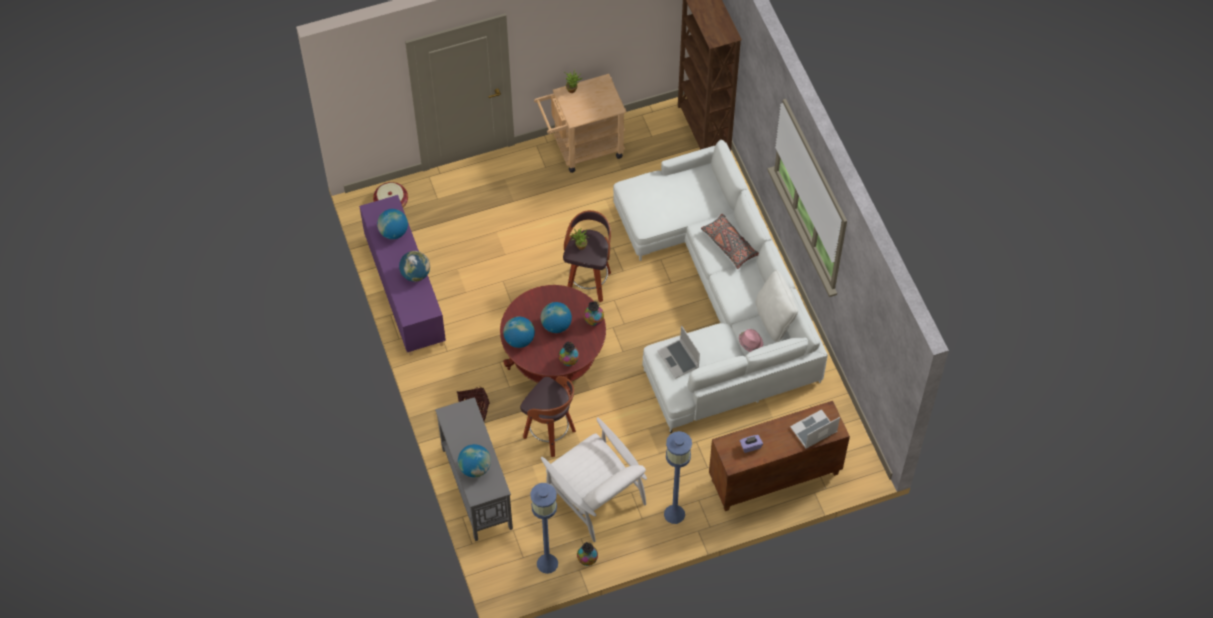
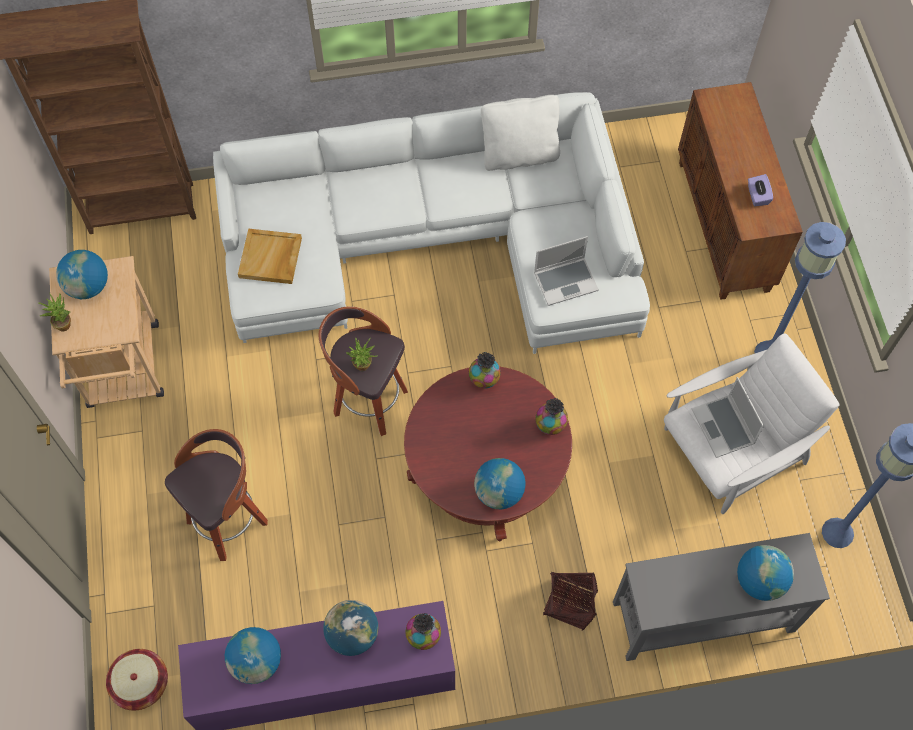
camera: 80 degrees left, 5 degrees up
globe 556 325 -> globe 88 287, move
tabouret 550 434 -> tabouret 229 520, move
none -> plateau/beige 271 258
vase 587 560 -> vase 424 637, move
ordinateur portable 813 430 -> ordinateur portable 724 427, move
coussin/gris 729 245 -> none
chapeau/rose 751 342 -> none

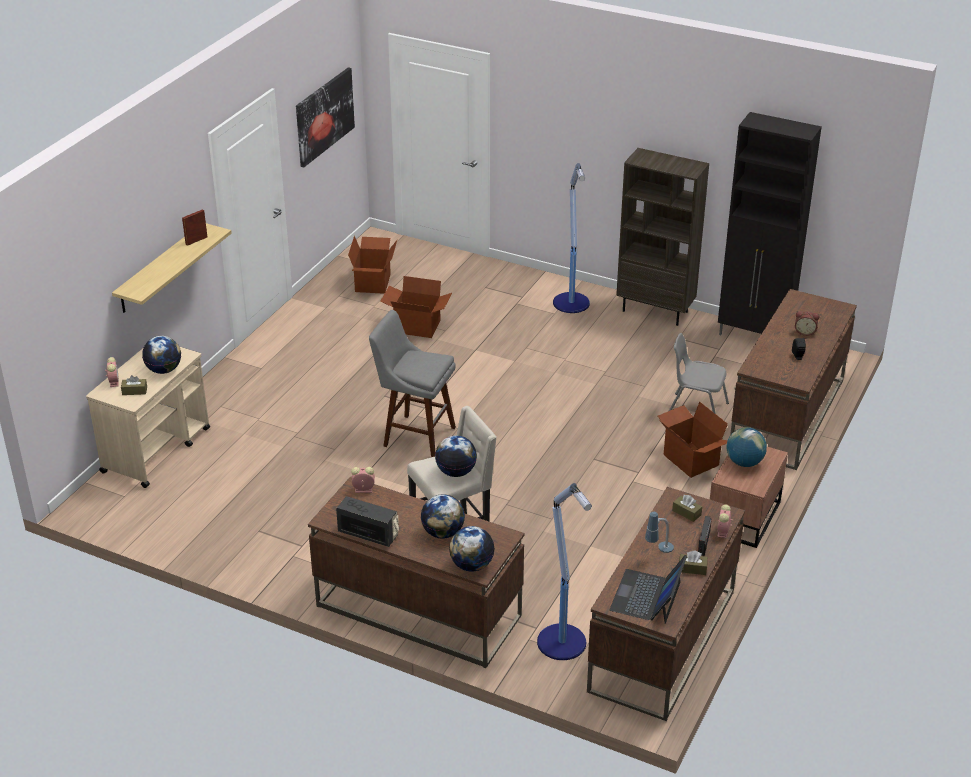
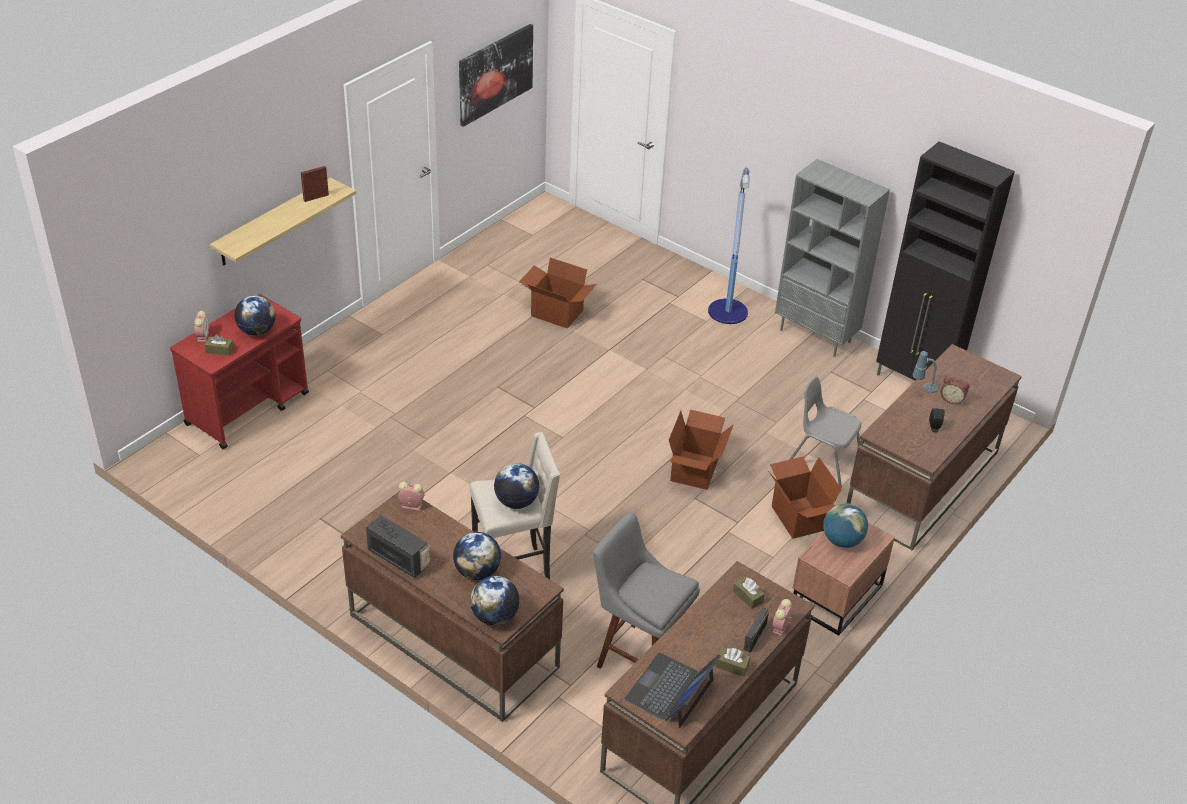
camera: 10 degrees right, 5 degrees up
chariot/beige 157 450 -> chariot/rouge 248 408
tabouret/gris 415 435 -> tabouret/gris 638 657, move
carton 373 283 -> carton 695 470, move
bibliothèque/marron 655 311 -> bibliothèque/gris 816 336
lampe de table 658 552 -> lampe de table 922 391, move
lampadaire 563 643 -> none

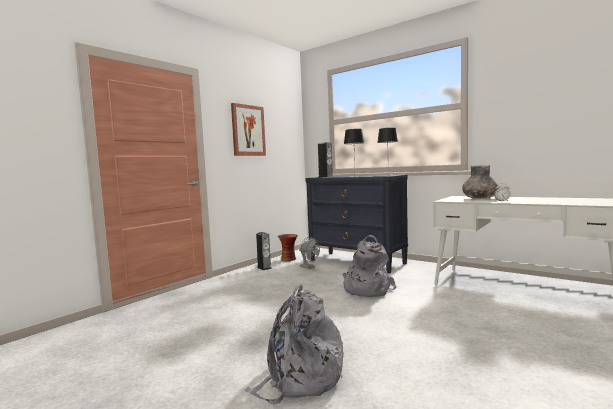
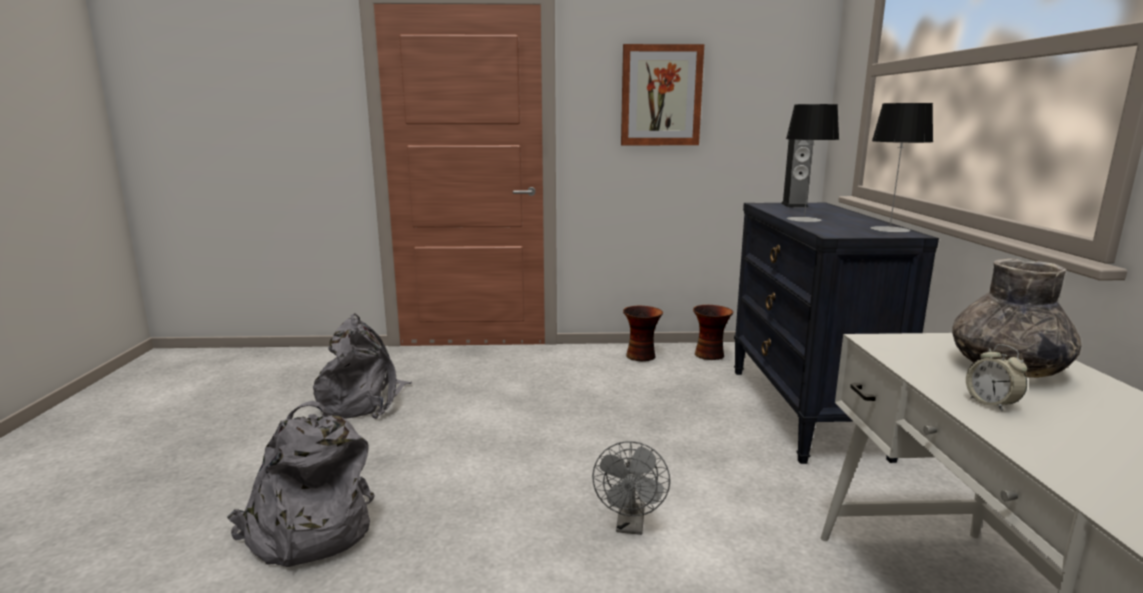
camera: 50 degrees right, 10 degrees up
sac à dos/gris 366 289 -> sac à dos/gris 363 401, move
ventilateur/gris 309 267 -> ventilateur/gris 630 526, move
enceinte 264 268 -> vase 642 356

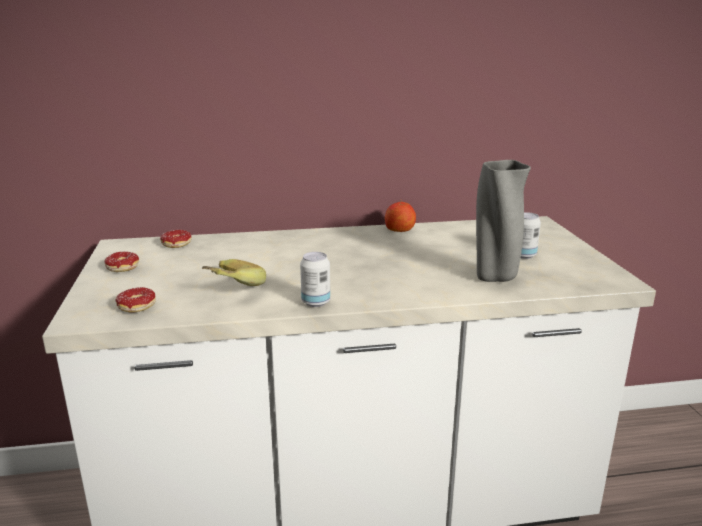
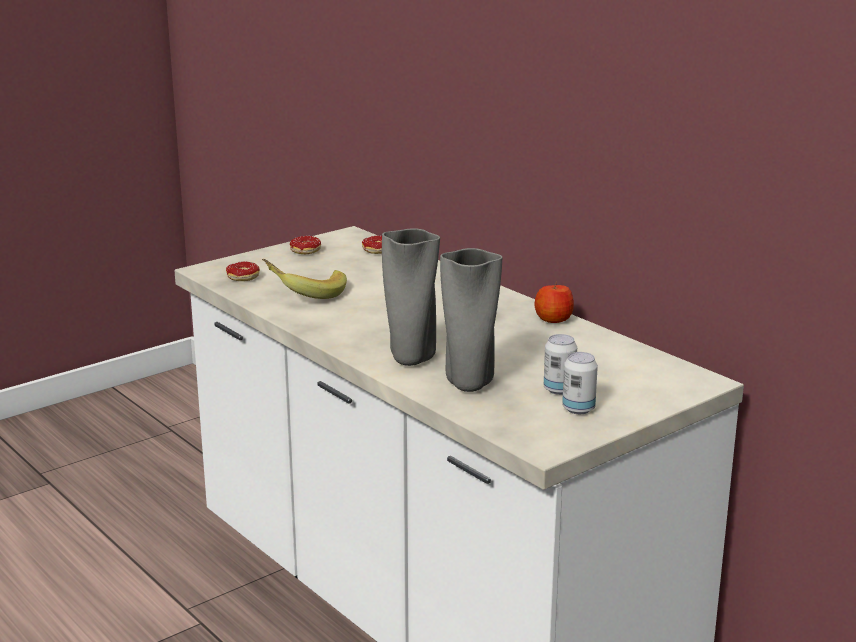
camera: 60 degrees right, 0 degrees up
none -> vase/gris 410 360
boîte métallique 316 302 -> boîte métallique 578 409, move

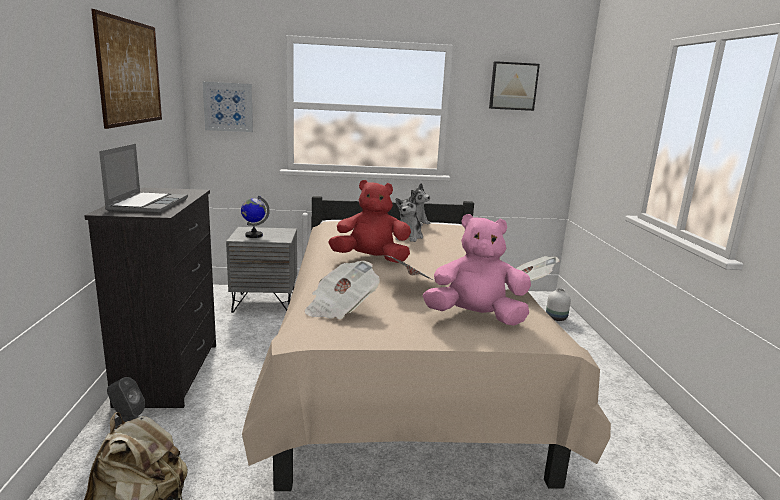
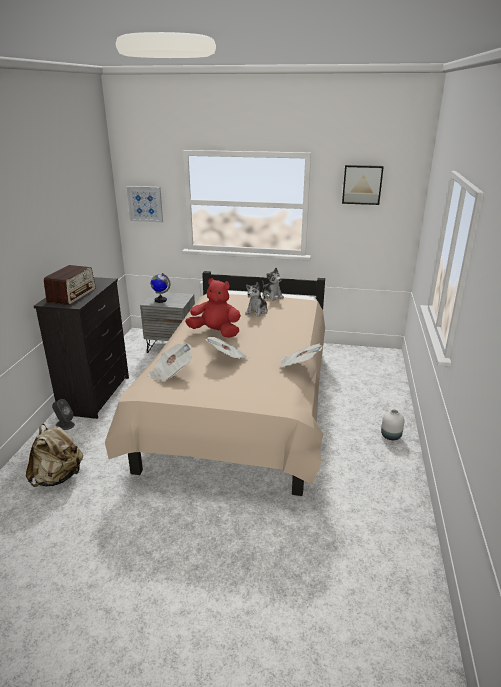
camera: 15 degrees right, 10 degrees up
ordinateur portable 148 204 -> radio 72 295
vase/blanc 556 318 -> vase/blanc 391 436, move
tableau 131 72 -> none
peluche/rose 475 317 -> none

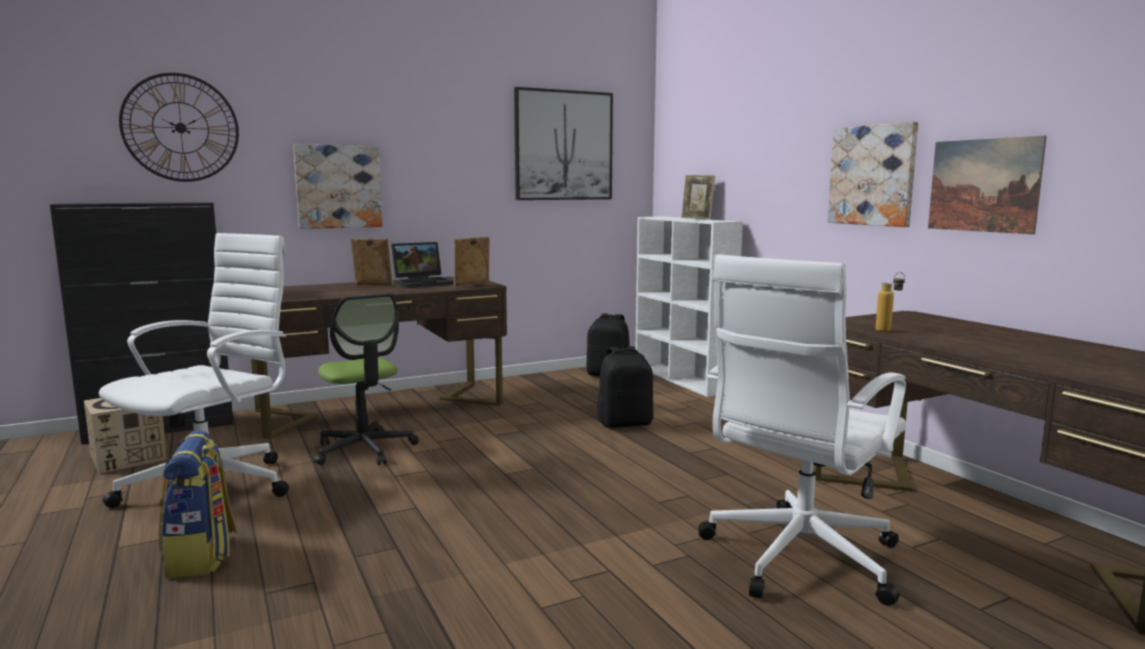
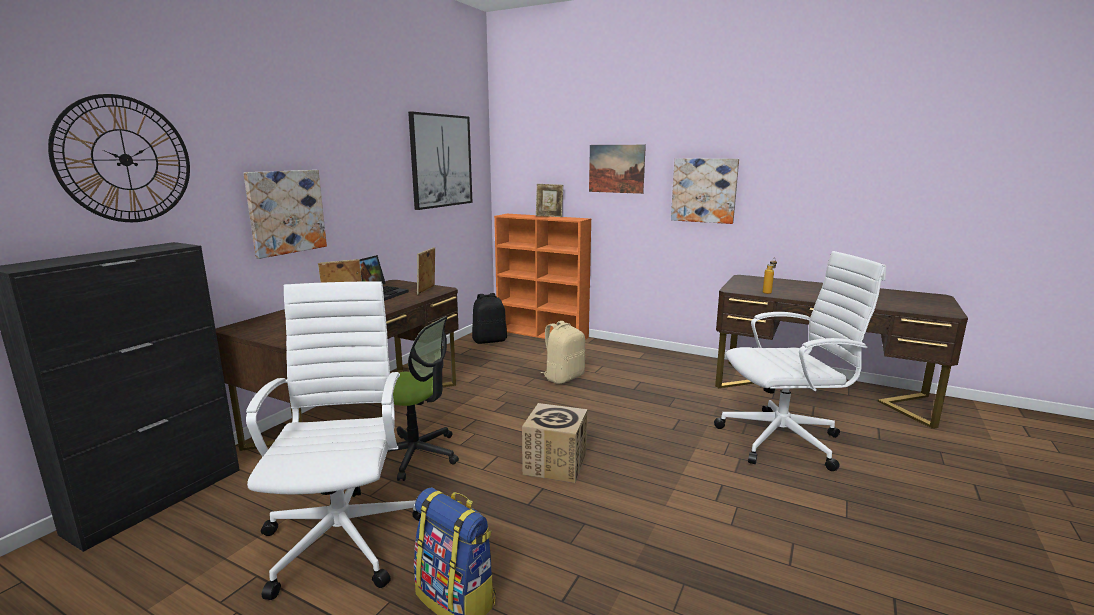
camera: 35 degrees left, 5 degrees up
bibliothèque/blanc 683 379 -> bibliothèque/orange 543 334
carton 129 457 -> carton 555 464, move
sac à dos/noir 625 423 -> sac à dos/beige 563 377
tableau 983 185 -> tableau 616 168, move
chaise de bureau/blanc 797 559 -> chaise de bureau/blanc 784 440, 105 degrees counterclockwise

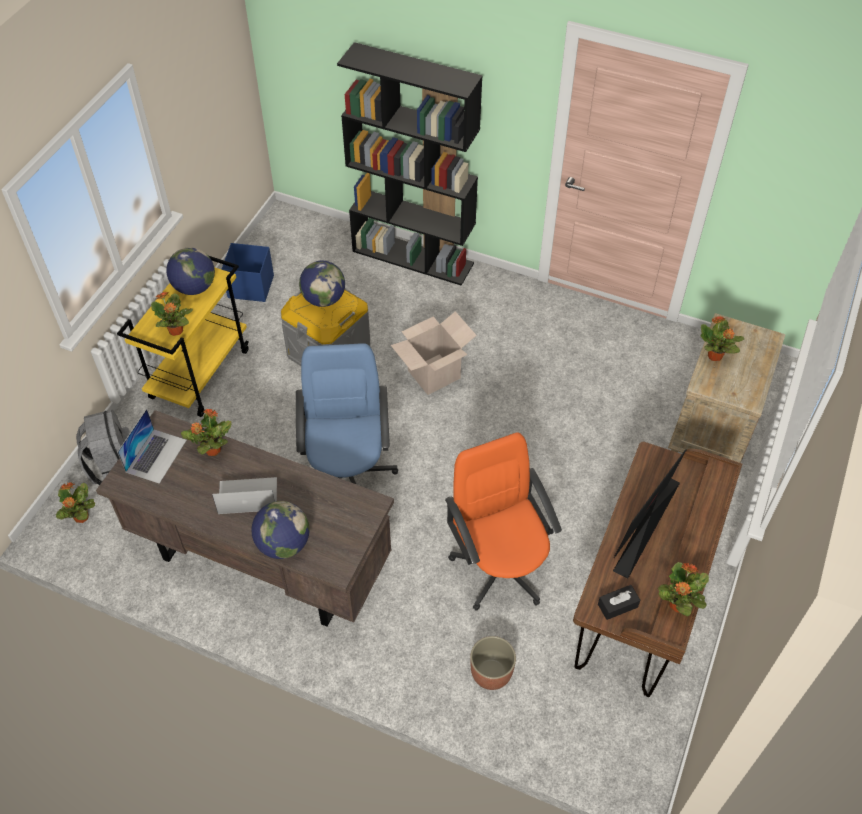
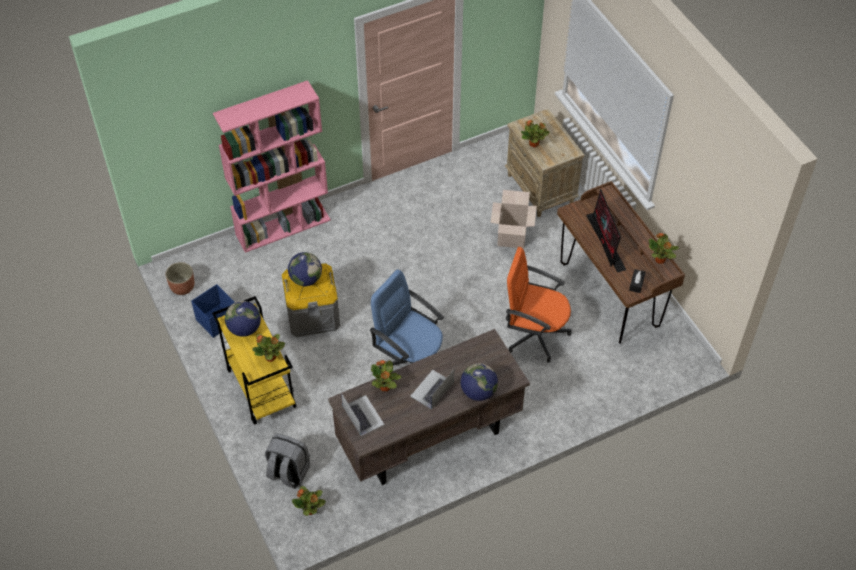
camera: 50 degrees left, 0 degrees up
cache-pot 491 673 -> cache-pot 182 287, move
bibliothèque/noir 413 257 -> bibliothèque/rose 283 227
carton 434 374 -> carton 511 236, move

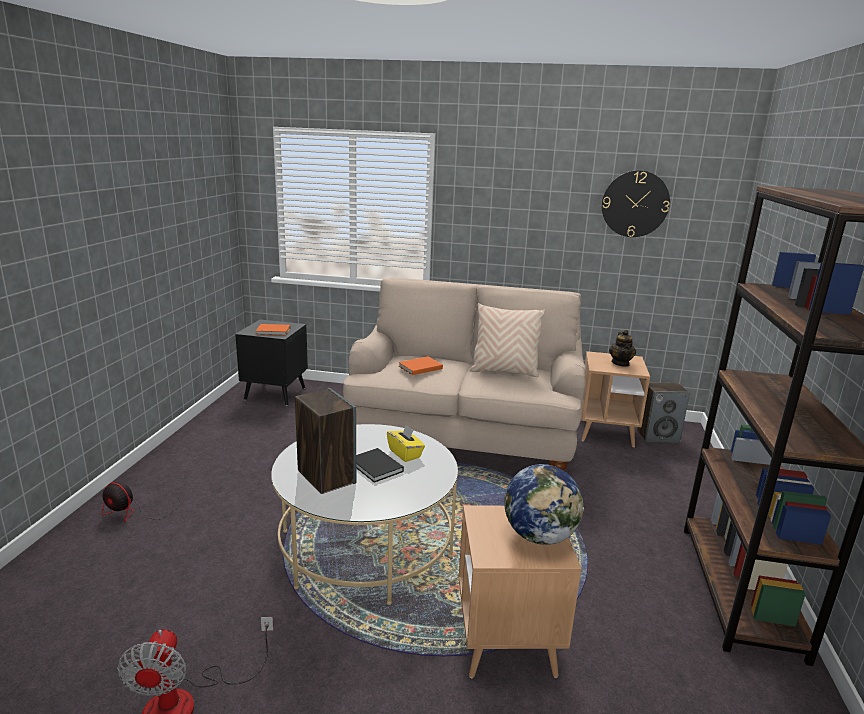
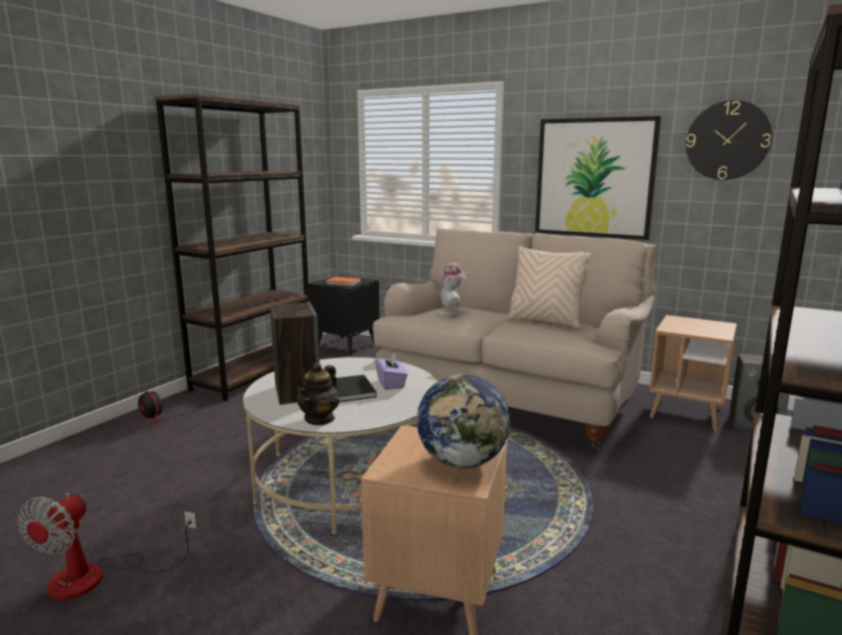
camera: 20 degrees right, 5 degrees down
none -> bibliothèque/marron 254 375
théière 620 363 -> théière 320 419, move
boîte à mouchoirs/jaune 405 453 -> boîte à mouchoirs/violet 391 383
livre/orange 419 367 -> chapeau 452 312
none -> tableau 594 178

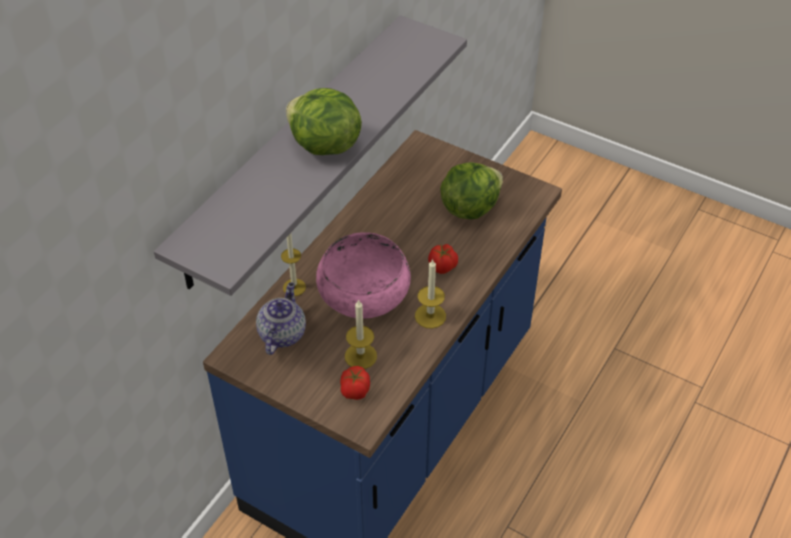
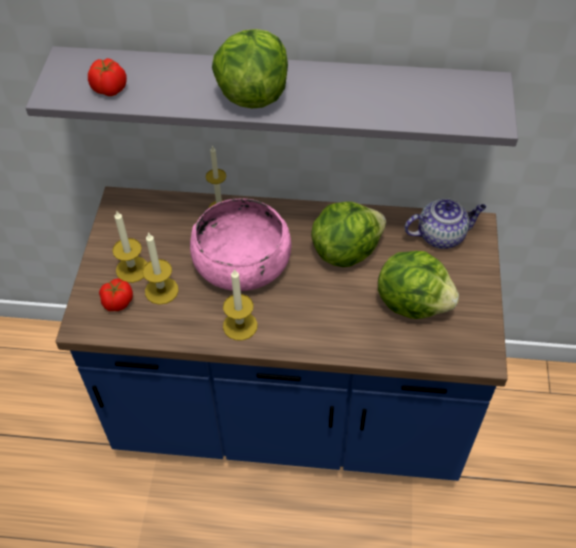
camera: 65 degrees right, 5 degrees up
tomate 443 267 -> tomate 110 90, move
none -> bougie 132 269
none -> laitue 345 250
théière 282 334 -> théière 442 235, move

